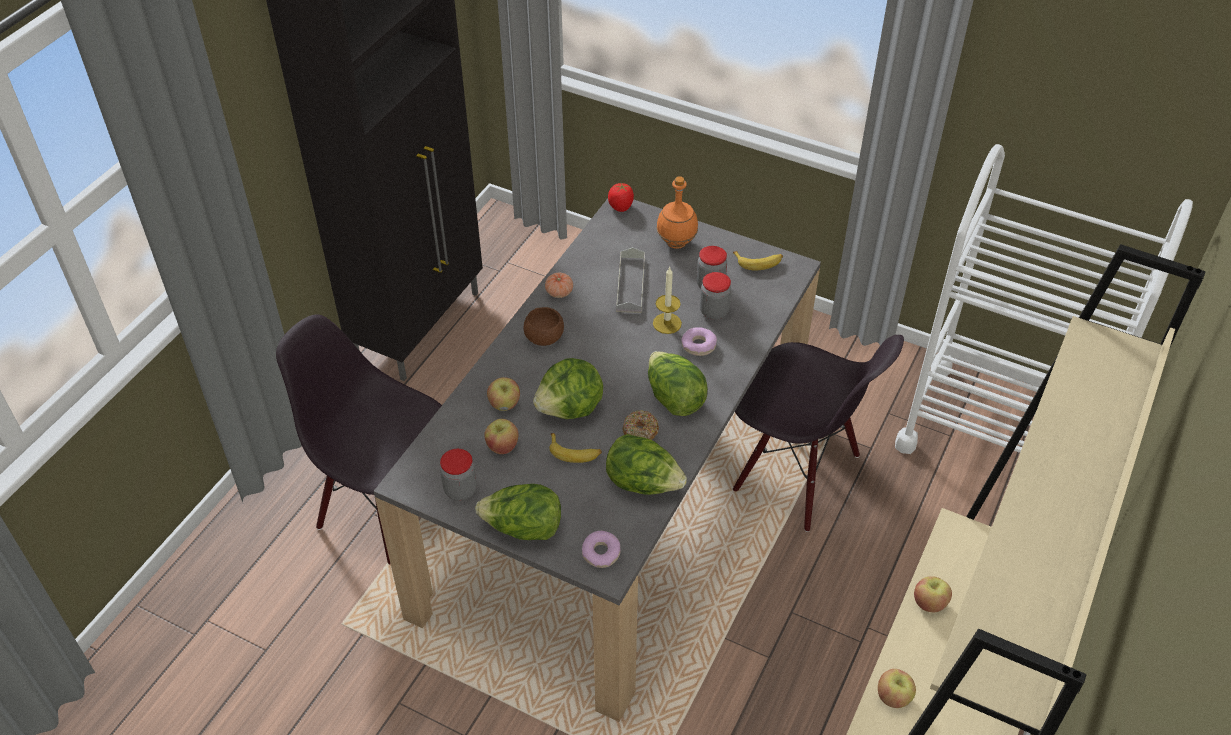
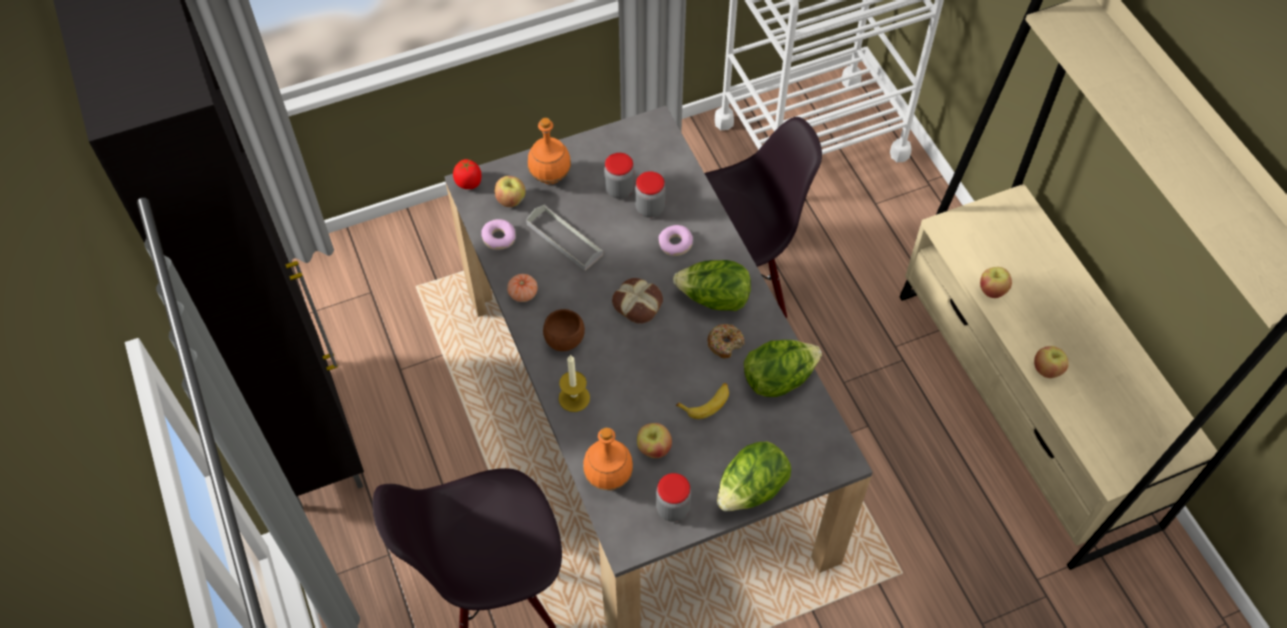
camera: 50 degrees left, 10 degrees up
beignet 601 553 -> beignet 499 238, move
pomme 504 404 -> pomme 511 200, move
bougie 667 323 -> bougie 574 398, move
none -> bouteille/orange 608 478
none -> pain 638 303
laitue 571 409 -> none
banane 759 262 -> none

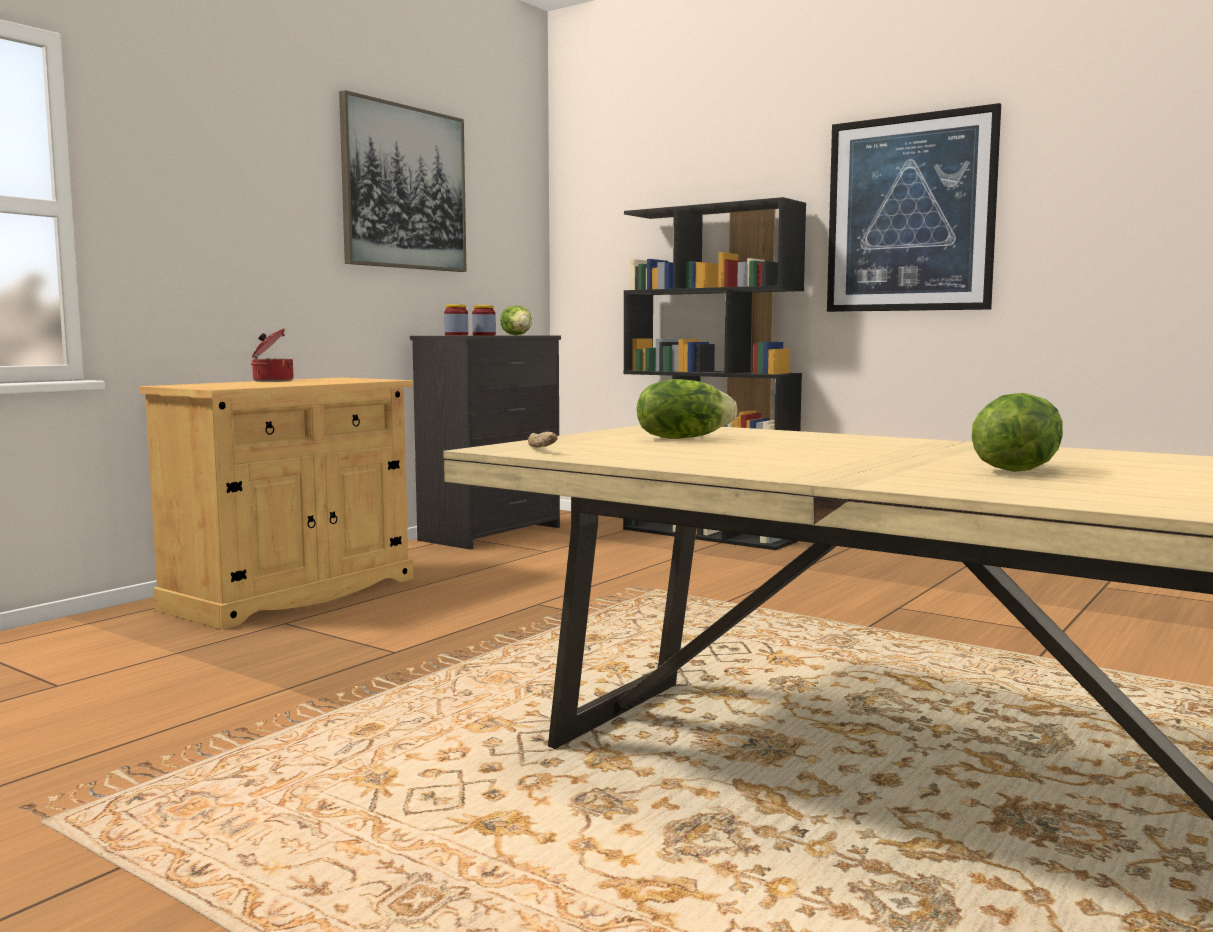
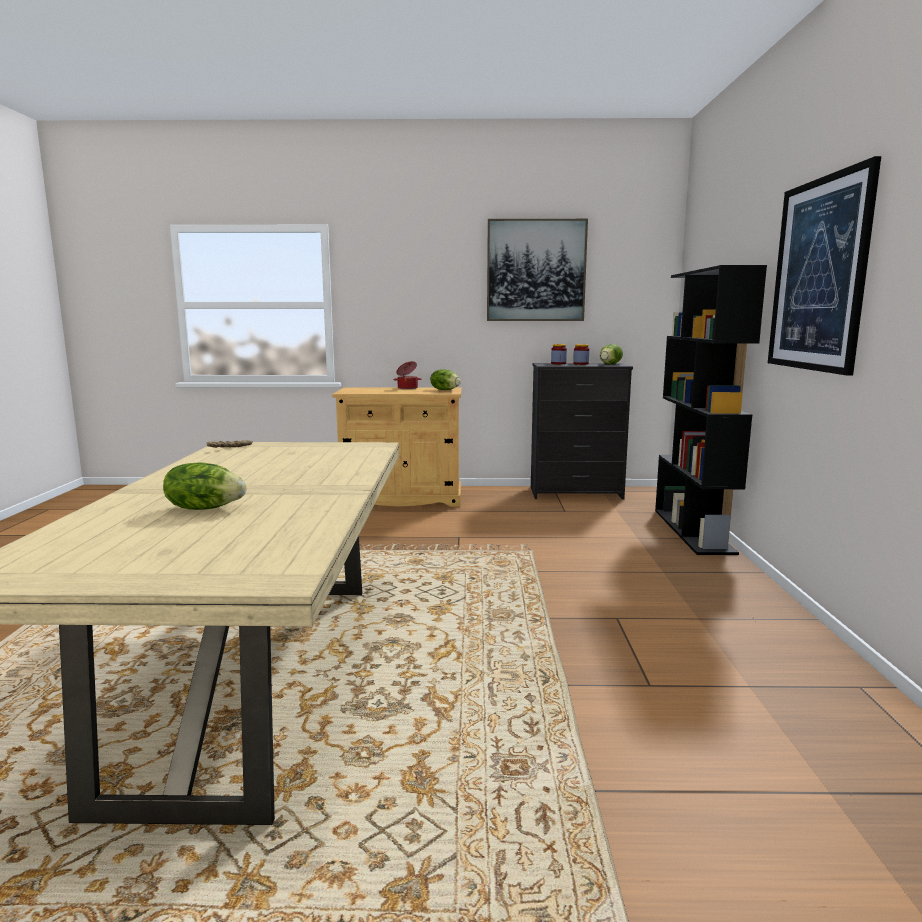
camera: 55 degrees right, 5 degrees up
laitue 683 438 -> laitue 445 390, move

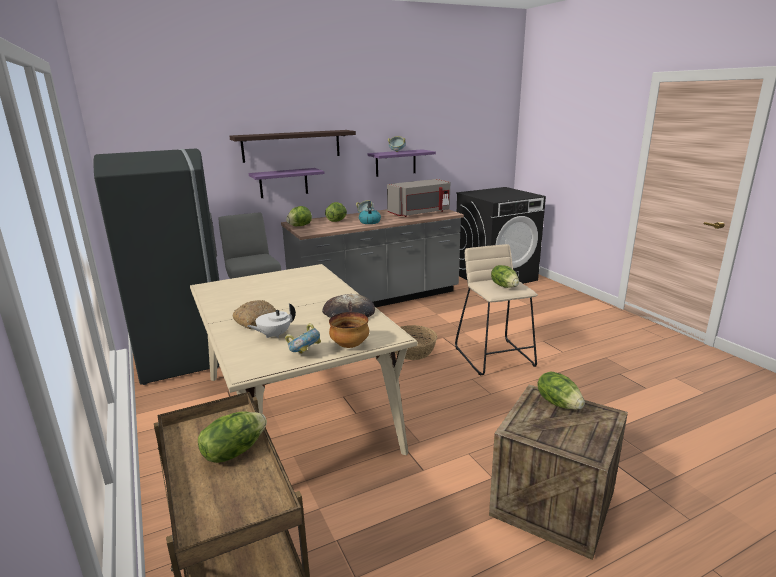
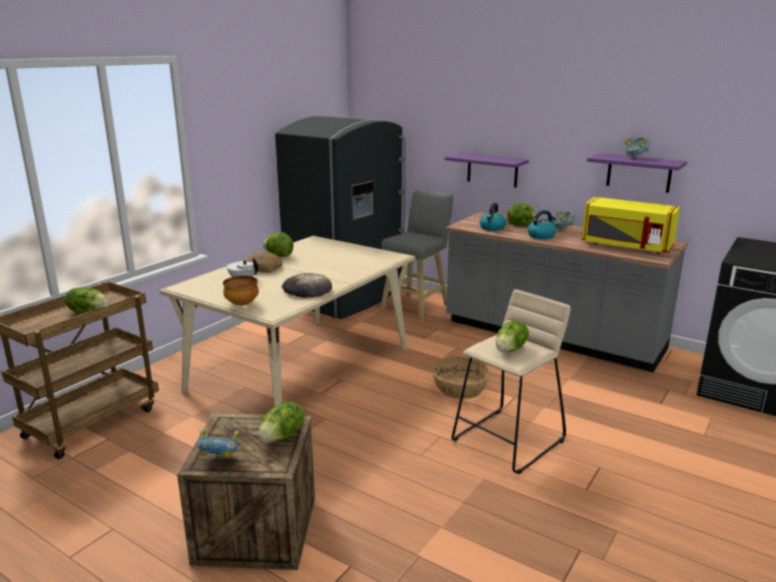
camera: 60 degrees right, 0 degrees up
bol 305 354 -> bol 220 459, move
laitue 299 226 -> laitue 279 256, move
none -> bouilloire 492 228
micro-ondes/gris 420 213 -> micro-ondes/jaune 625 246
étagère 291 145 -> none

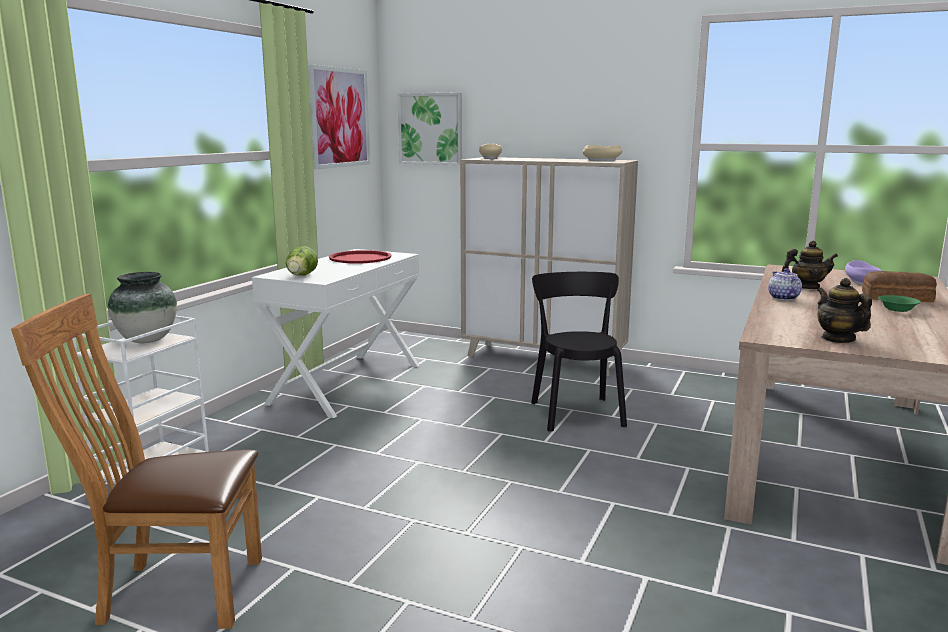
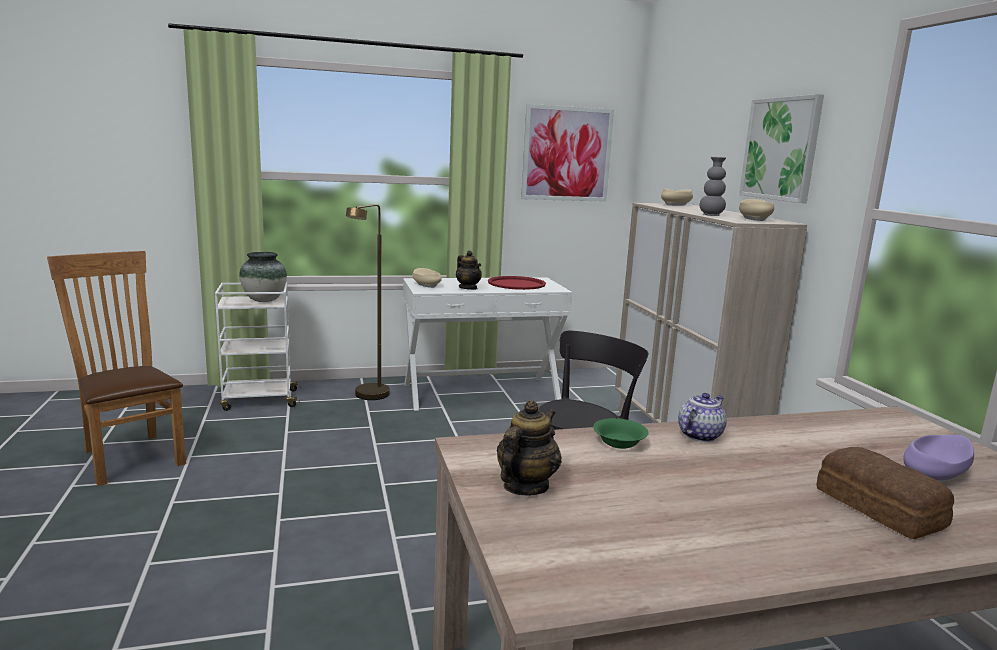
camera: 50 degrees right, 0 degrees up
none -> lampadaire/marron 369 397
laitue 301 276 -> bol/beige 426 285
théière 806 287 -> théière 468 288, move
bol/vert 897 309 -> bol/vert 620 443, move
none -> vase/gris 711 215
tableau 430 129 -> tableau 781 149, move

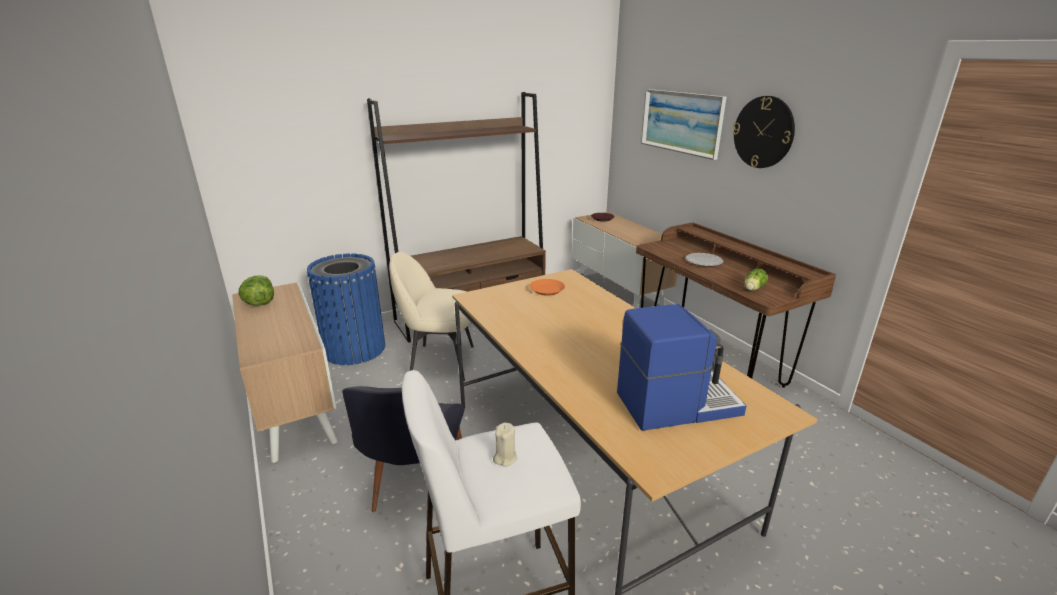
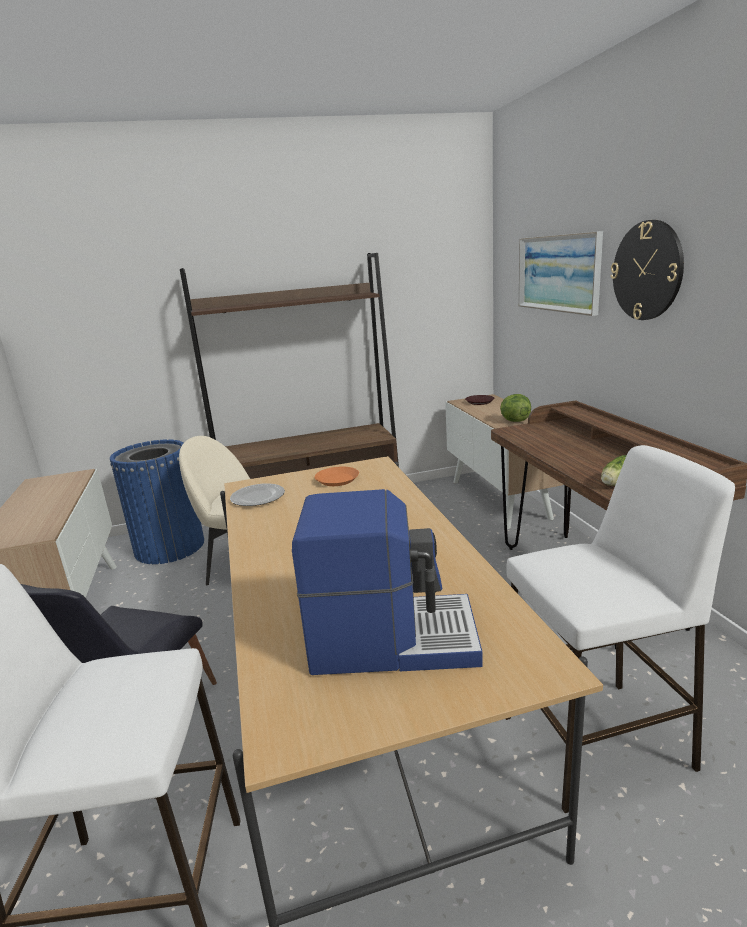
camera: 15 degrees right, 5 degrees down
assiette 703 261 -> assiette 257 497, move
laitue 259 303 -> laitue 514 421, move
none -> tabouret/blanc 596 741
bougie/beige 505 458 -> none

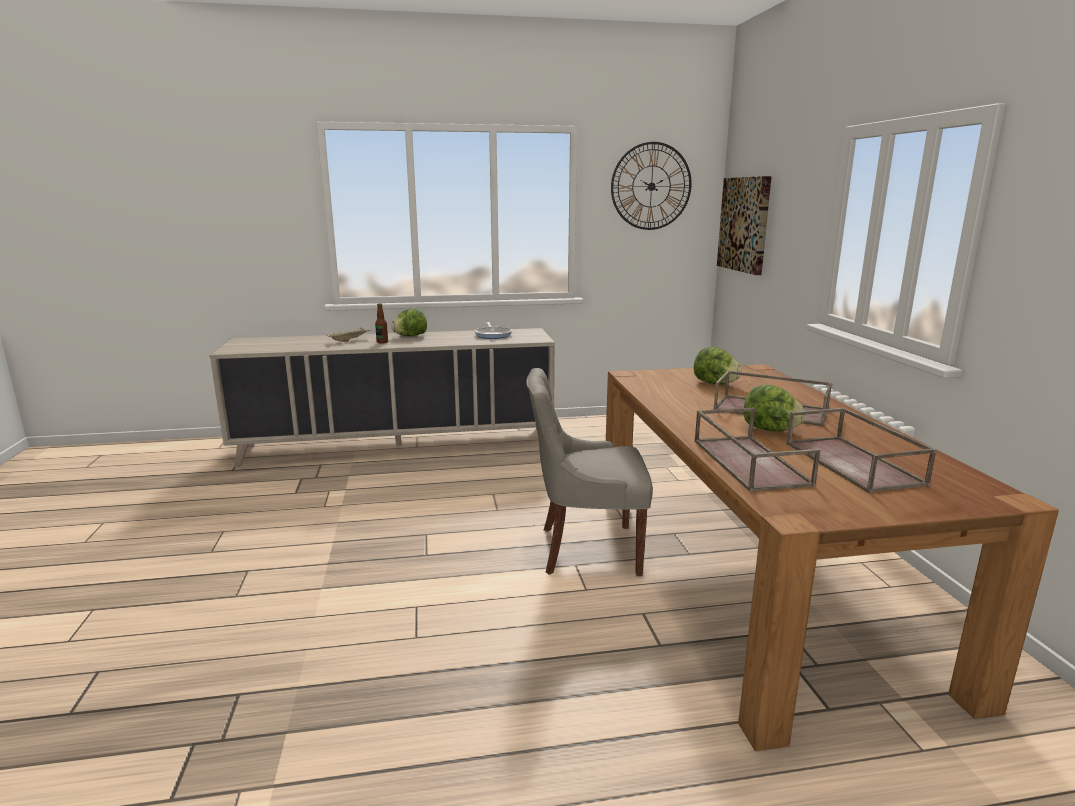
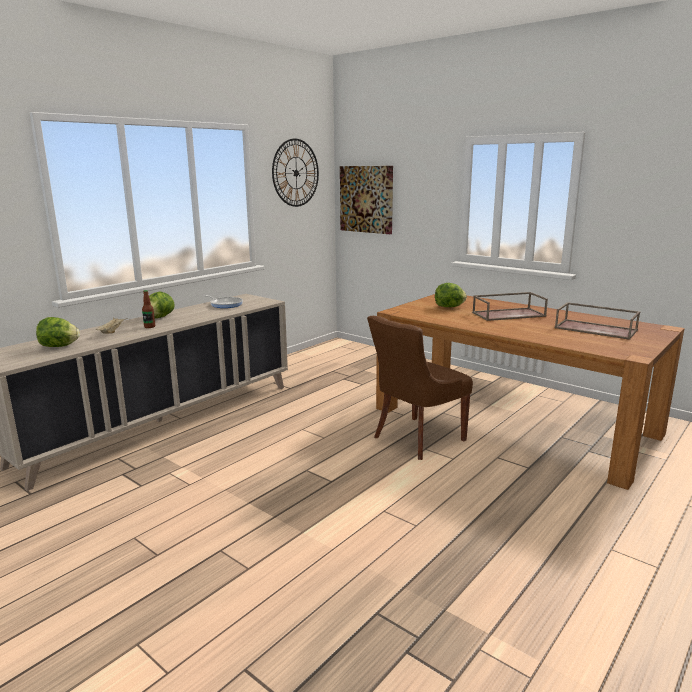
camera: 40 degrees left, 0 degrees up
laitue 770 430 -> laitue 59 346, move
chaise/gris 586 549 -> chaise/marron 416 439
plateau/marron 747 462 -> none

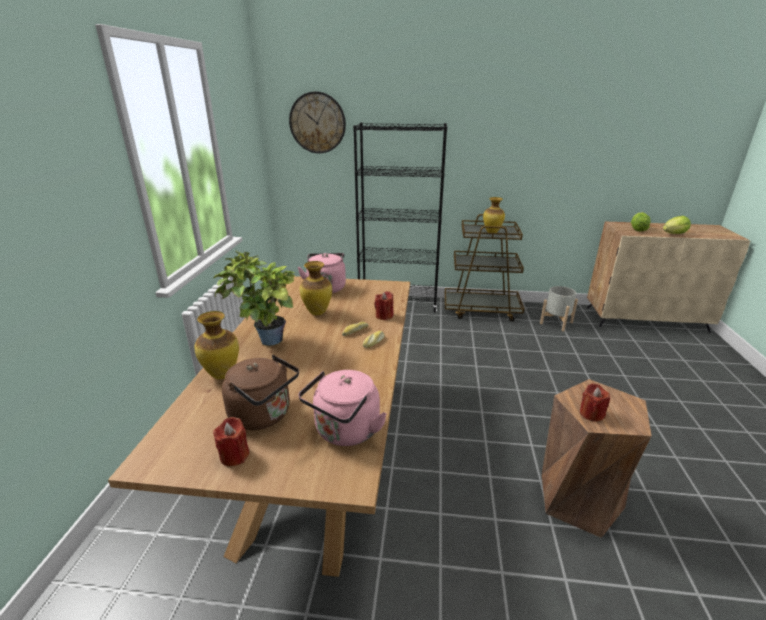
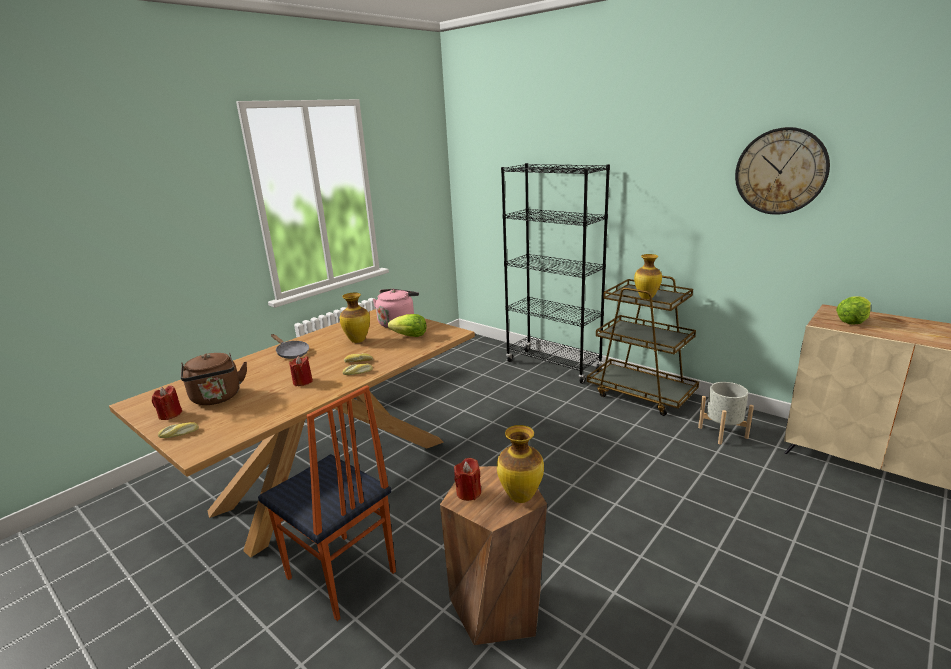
camera: 35 degrees right, 5 degrees down
none -> pain 179 434
none -> chaise 340 576
plante en pot 265 342 -> poêle/gris 291 353
bougie/rouge 384 316 -> bougie/rouge 302 382, move
laitue 674 234 -> laitue 410 336, move
vase 222 374 -> vase 520 497, move
horloge murale 317 123 -> horloge murale 780 171, move
bouilloire/rose 345 432 -> none

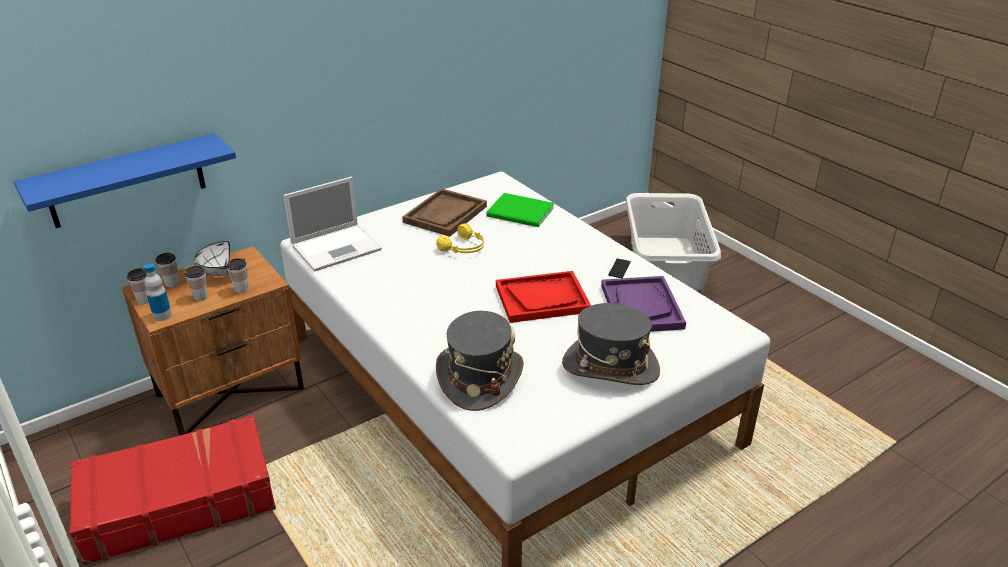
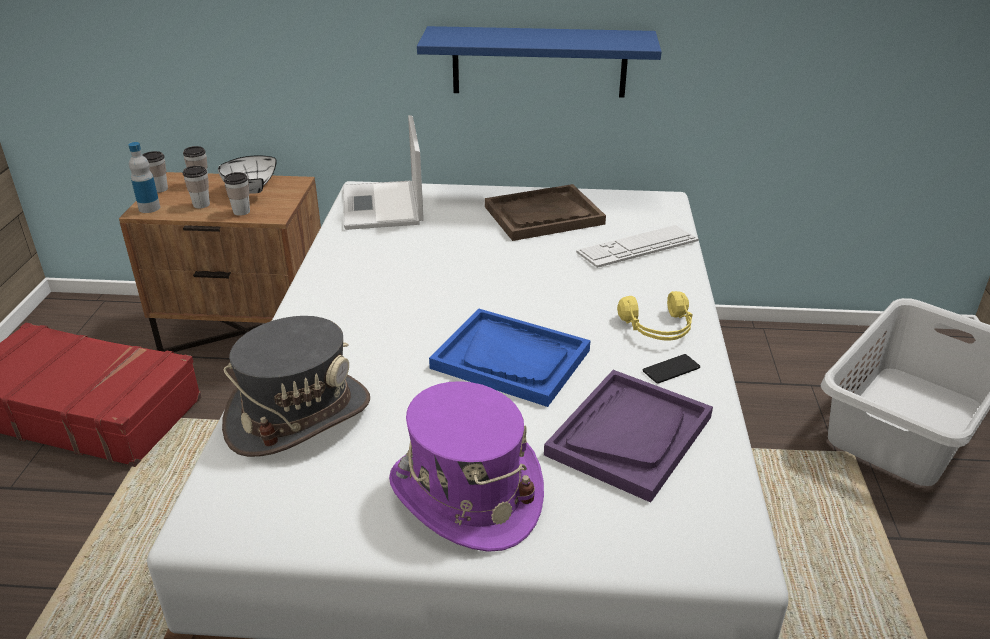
camera: 40 degrees right, 0 degrees up
ordinateur portable 337 247 -> ordinateur portable 383 207, 75 degrees clockwise
chapeau/gris 610 367 -> chapeau/violet 465 494
étagère/bleu 126 181 -> étagère/bleu 539 62, move
plateau/rouge 542 299 -> plateau/bleu 511 359
livre/vert 521 213 -> clavier 637 247
casque audio/jaune 464 248 -> casque audio/jaune 658 328, move

